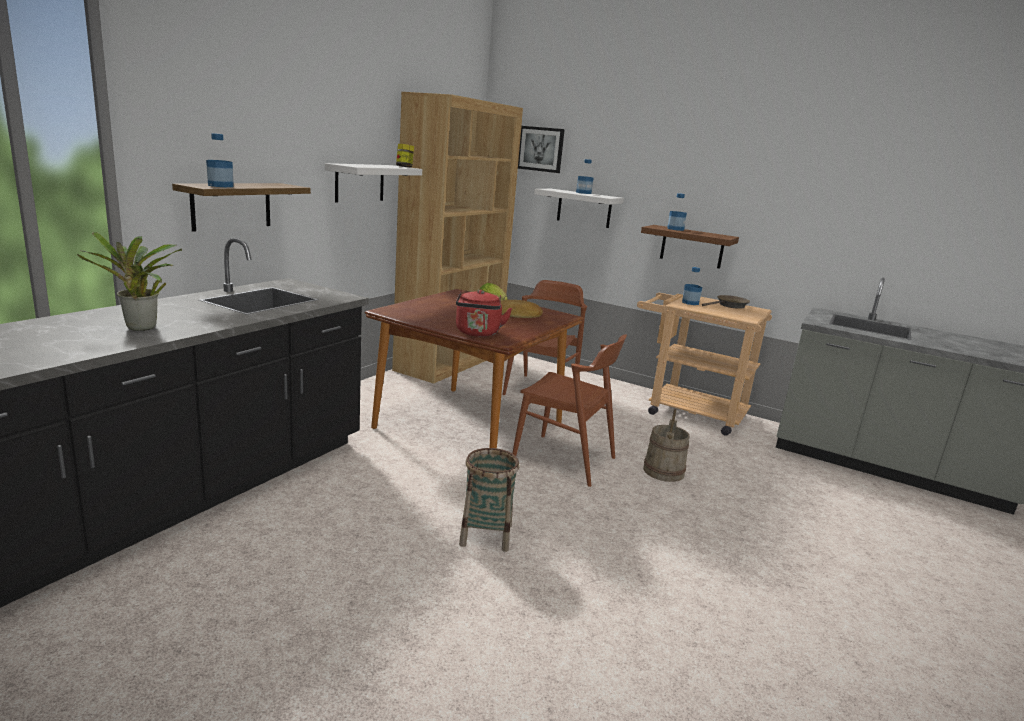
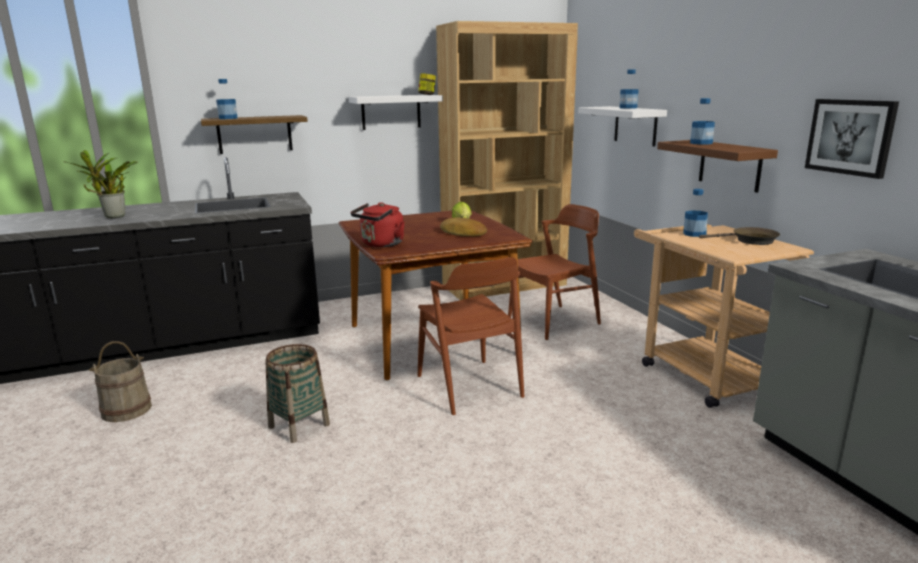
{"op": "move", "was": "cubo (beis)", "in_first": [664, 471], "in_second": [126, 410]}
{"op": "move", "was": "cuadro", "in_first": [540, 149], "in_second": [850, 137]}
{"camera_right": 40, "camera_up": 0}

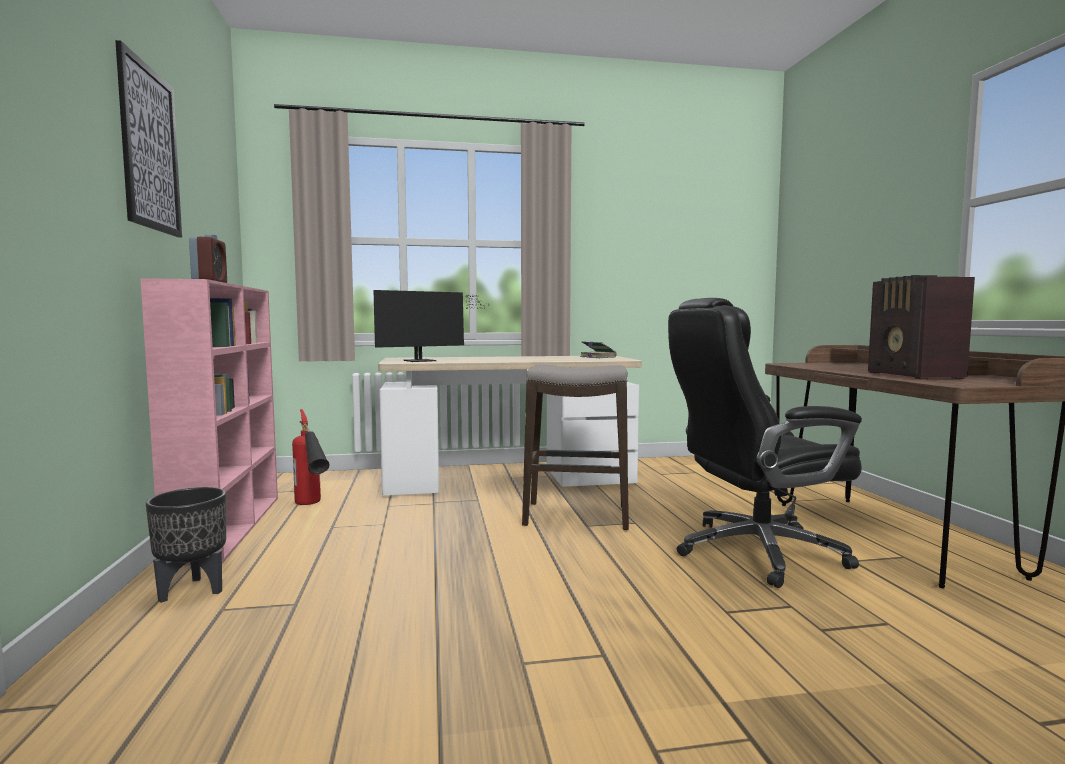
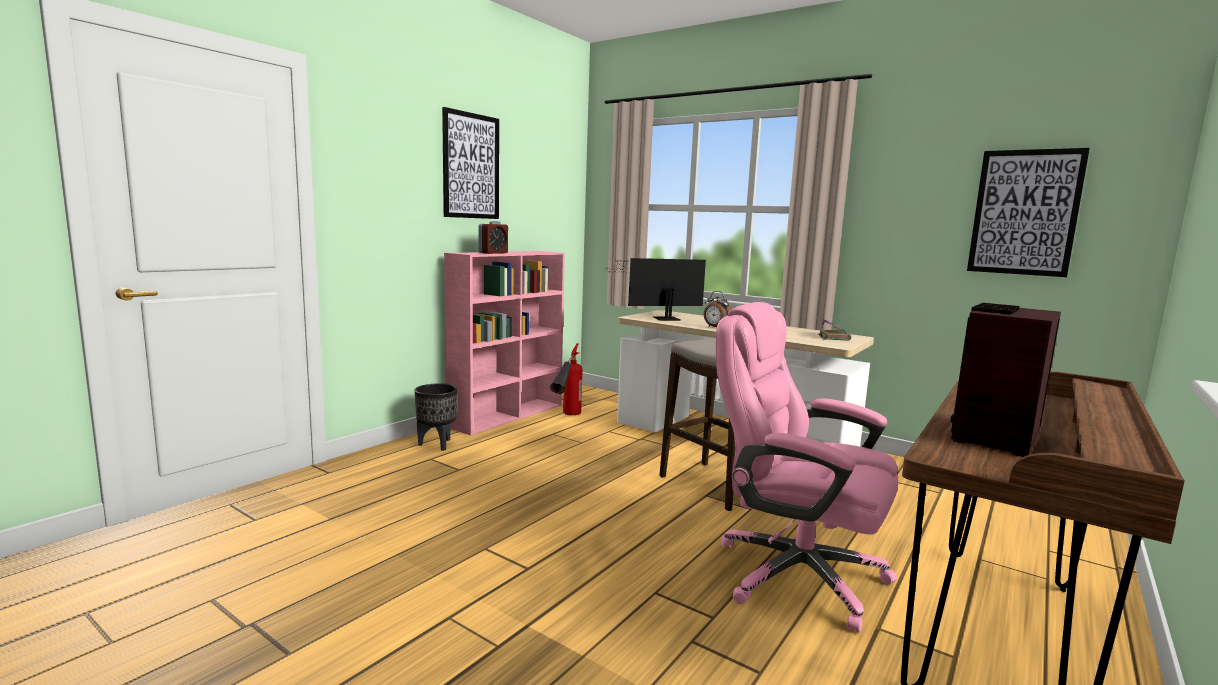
{"op": "rotate", "was": "monitor", "in_first": [424, 360], "in_second": [662, 318], "clockwise": 150}
{"op": "insert", "now": "despertador", "in_second": [715, 328]}
{"op": "recolor", "was": "silla de oficina (negro)", "now": "silla de oficina (rosa)", "in_first": [755, 552], "in_second": [795, 574]}
{"op": "insert", "now": "cuadro", "in_second": [1024, 212]}
{"camera_right": 45, "camera_up": 5}

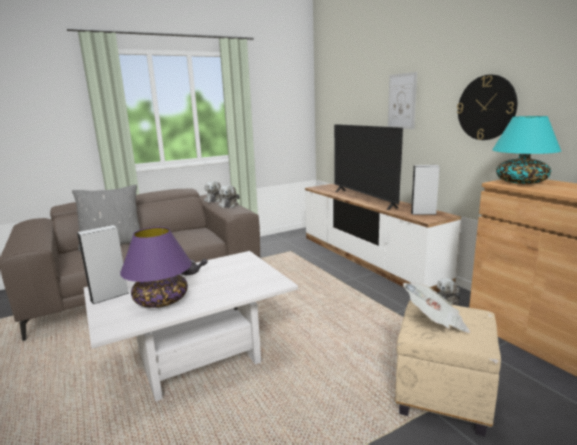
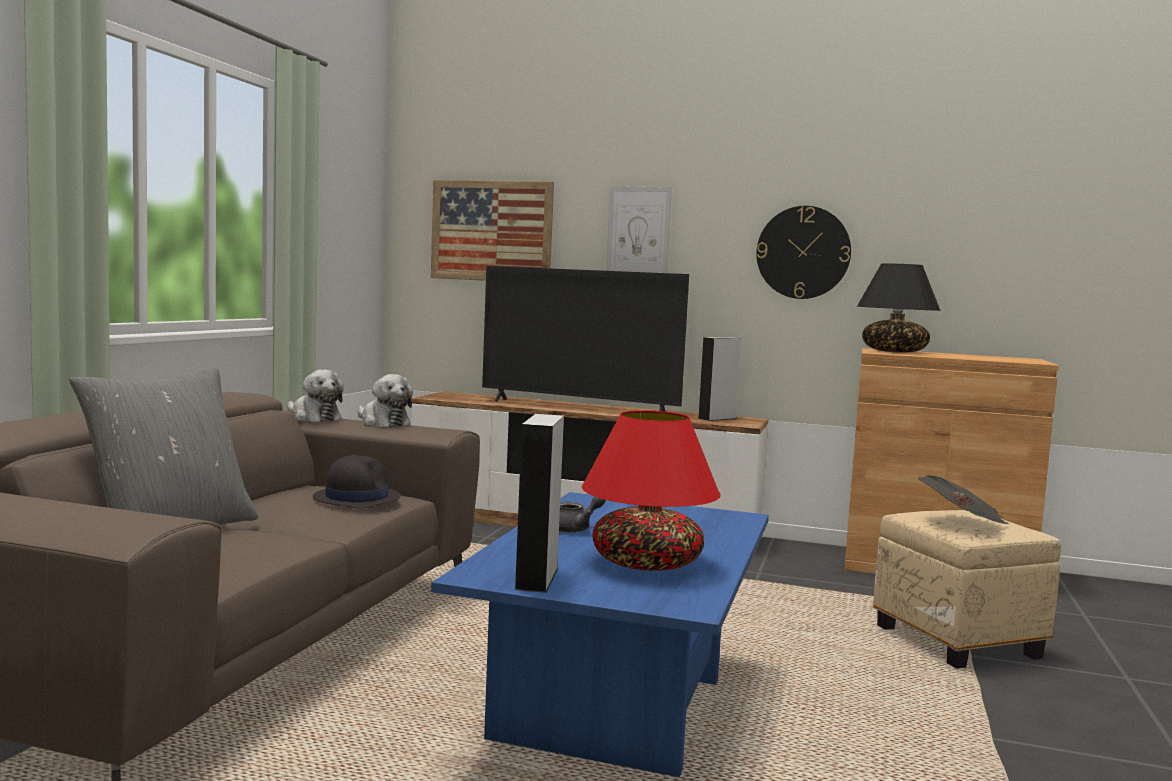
{"op": "insert", "now": "sombrero (negro)", "in_second": [356, 498]}
{"op": "insert", "now": "cuadro", "in_second": [491, 231]}
{"op": "recolor", "was": "mesa de centro (blanco)", "now": "mesa de centro (azul)", "in_first": [197, 359], "in_second": [617, 711]}
{"op": "recolor", "was": "lámpara de mesa (morado)", "now": "lámpara de mesa (rojo)", "in_first": [161, 300], "in_second": [645, 563]}
{"op": "recolor", "was": "lámpara de mesa (turquesa)", "now": "lámpara de mesa (negro)", "in_first": [520, 182], "in_second": [894, 352]}
{"op": "delete", "was": "peluche", "in_first": [448, 299]}
{"camera_right": -45, "camera_up": -10}

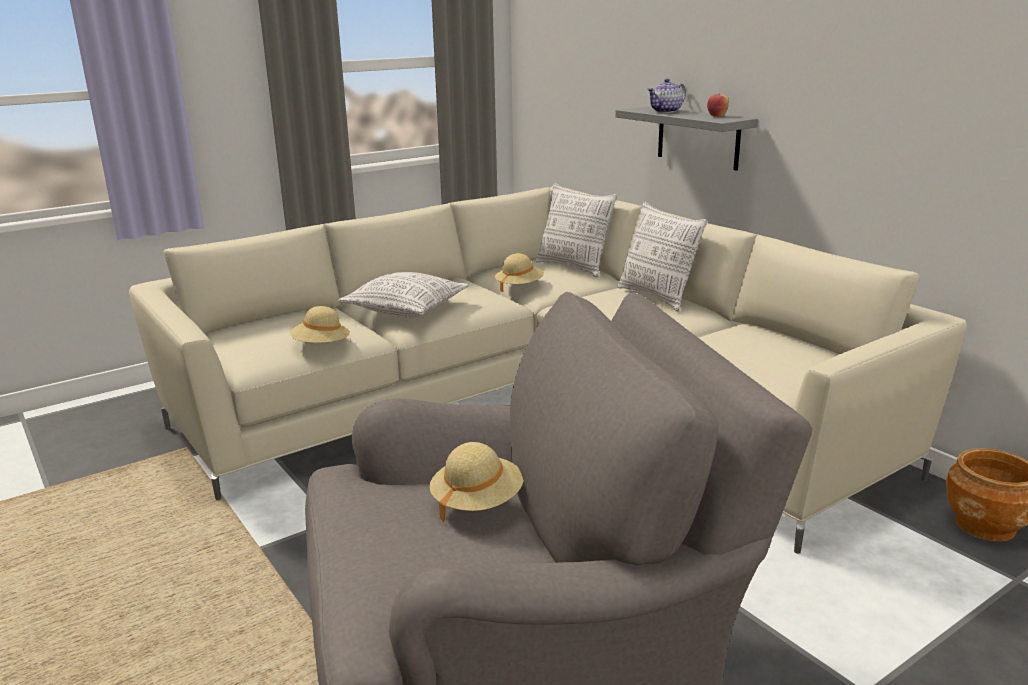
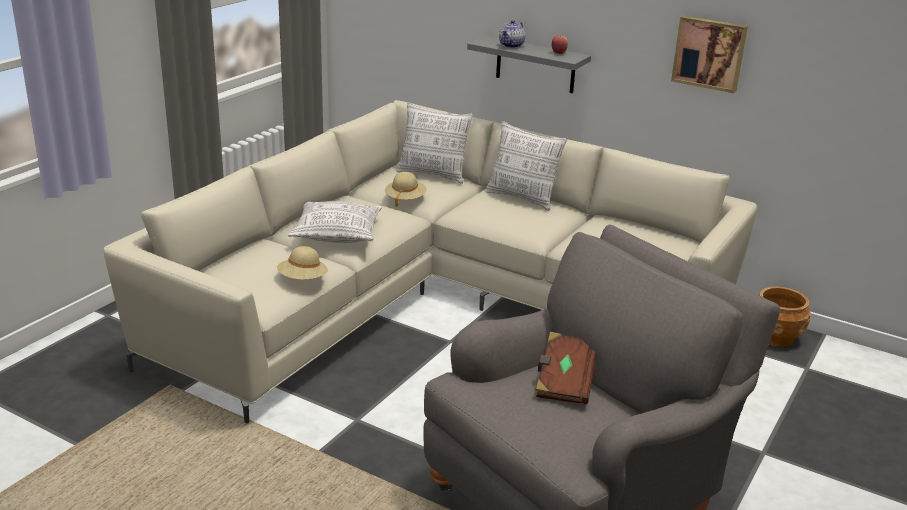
{"op": "replace", "was": "sombrero (beis)", "now": "libro (marrón)", "in_first": [477, 502], "in_second": [564, 382]}
{"op": "insert", "now": "cuadro", "in_second": [709, 53]}
{"camera_right": -25, "camera_up": 5}

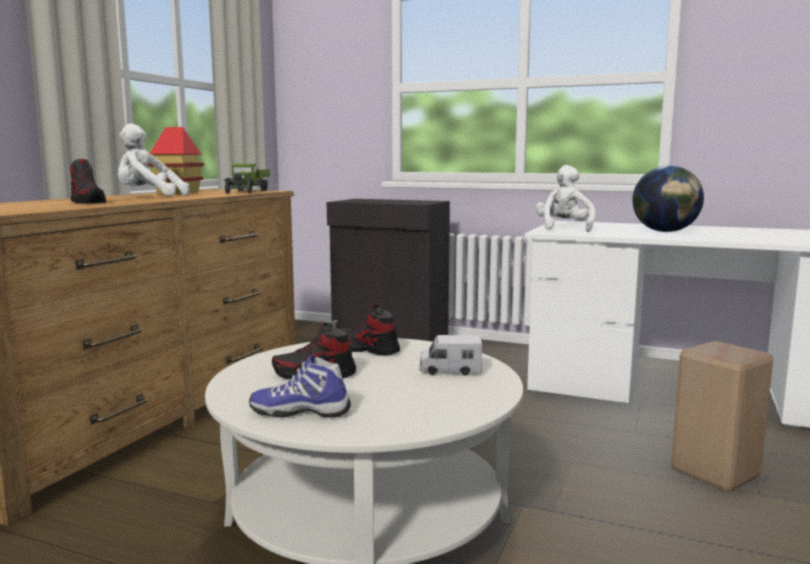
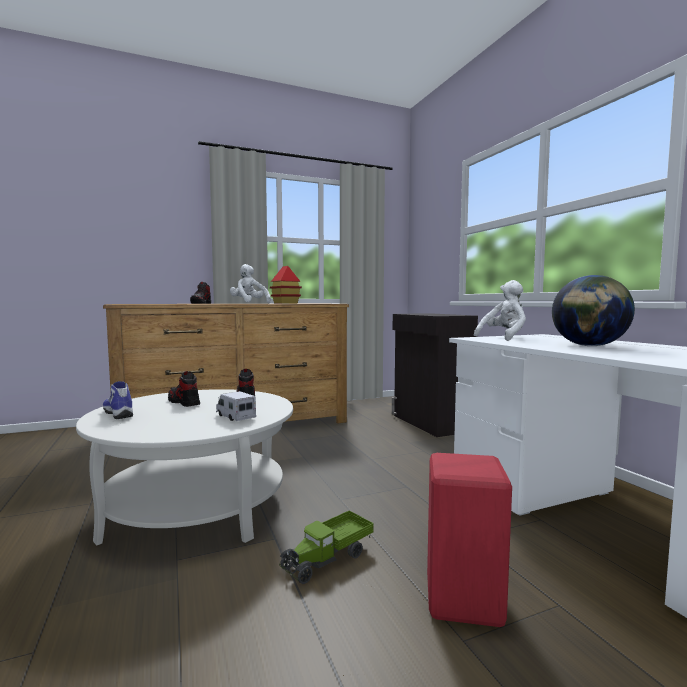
{"op": "move", "was": "camión de juguete", "in_first": [248, 191], "in_second": [328, 558]}
{"op": "recolor", "was": "taburete (beis)", "now": "taburete (rojo)", "in_first": [712, 473], "in_second": [461, 598]}
{"camera_right": 45, "camera_up": -5}

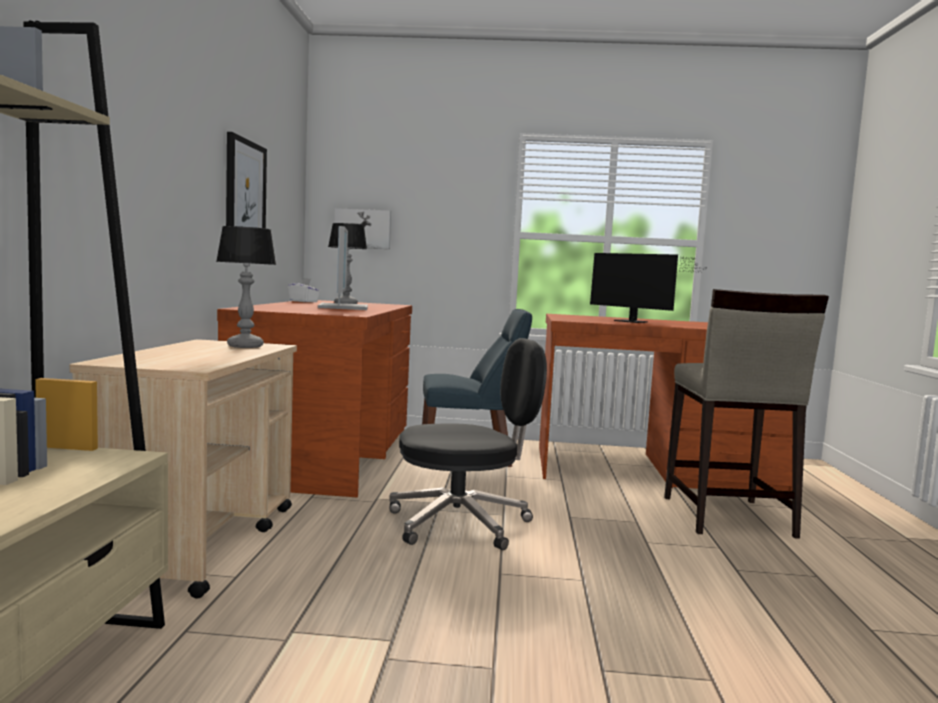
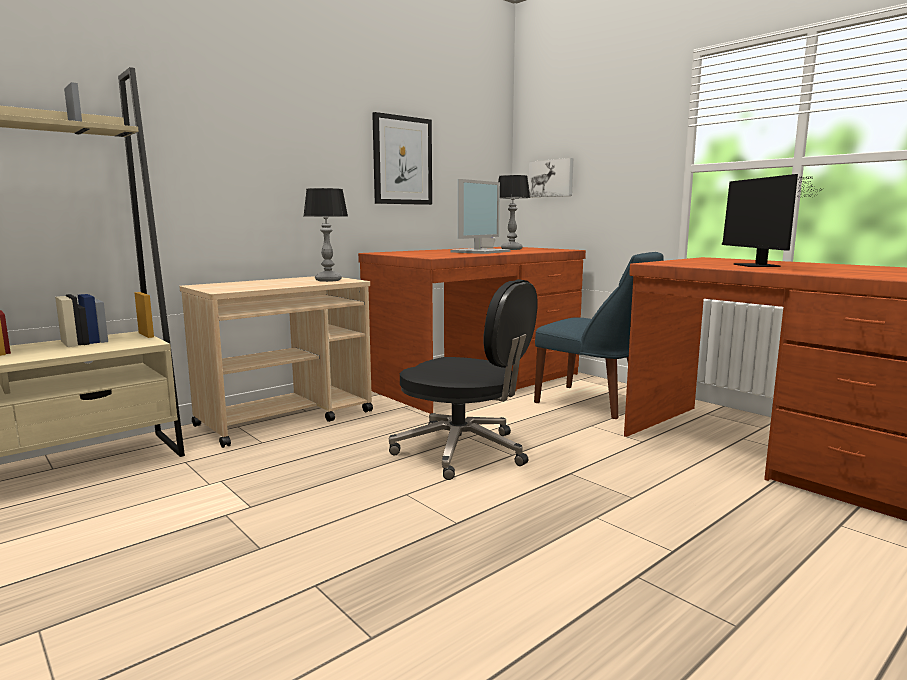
{"op": "delete", "was": "taburete (beis)", "in_first": [726, 517]}
{"camera_right": 45, "camera_up": 5}

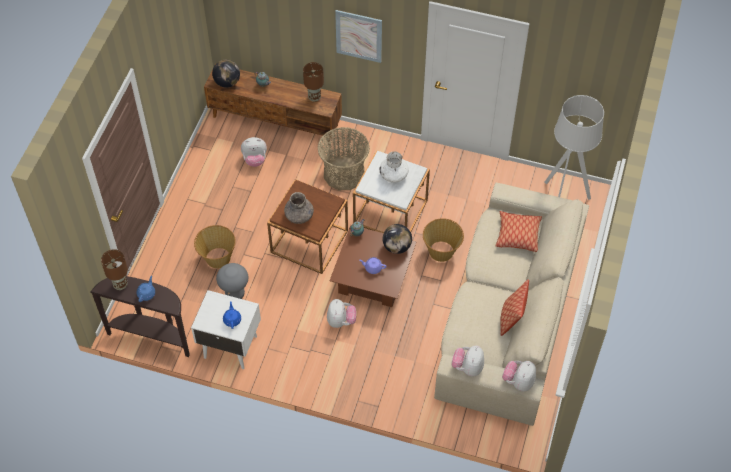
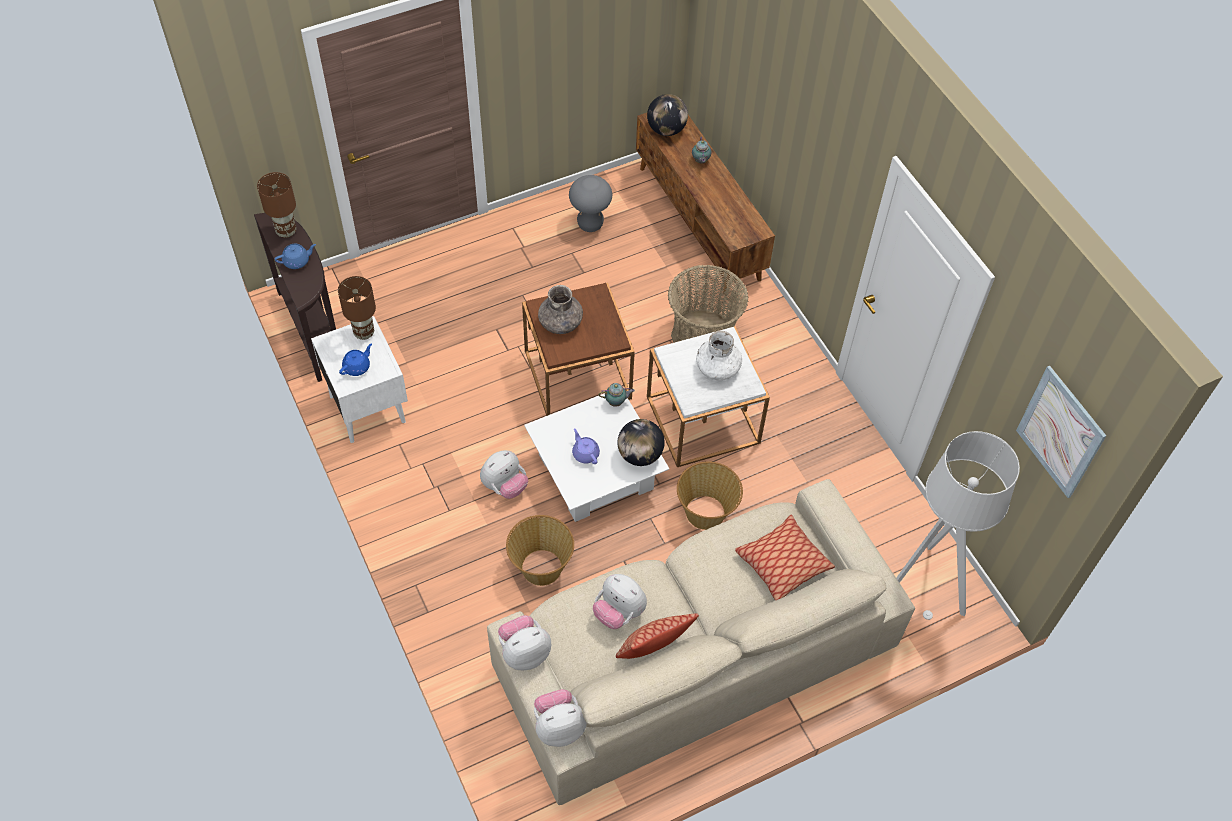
{"op": "move", "was": "lámpara de mesa (marrón)", "in_first": [314, 97], "in_second": [364, 333]}
{"op": "move", "was": "cesta", "in_first": [217, 258], "in_second": [541, 567]}
{"op": "recolor", "was": "mesa de centro (marrón)", "now": "mesa de centro (blanco)", "in_first": [373, 277], "in_second": [595, 472]}
{"op": "move", "was": "taburete (gris)", "in_first": [235, 294], "in_second": [590, 224]}
{"op": "move", "was": "peluche", "in_first": [255, 159], "in_second": [619, 612]}
{"op": "move", "was": "cuadro", "in_first": [359, 36], "in_second": [1060, 432]}
{"camera_right": 45, "camera_up": 0}

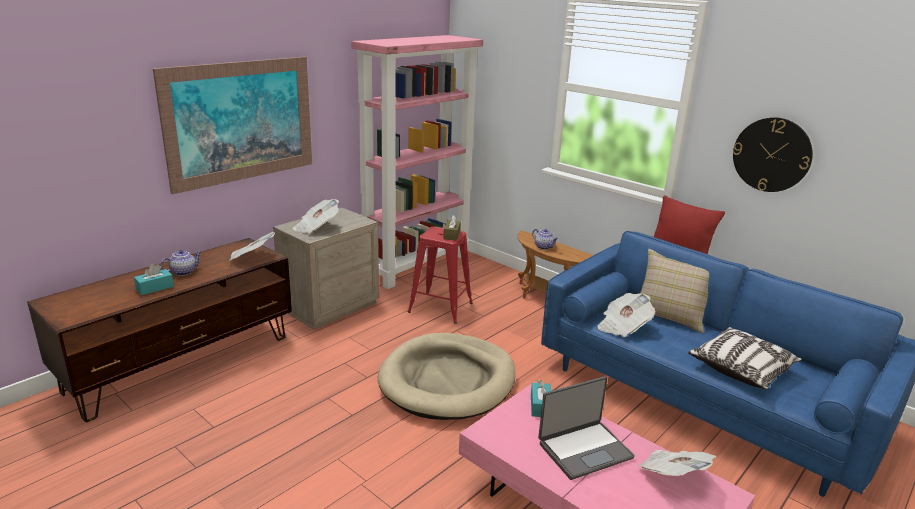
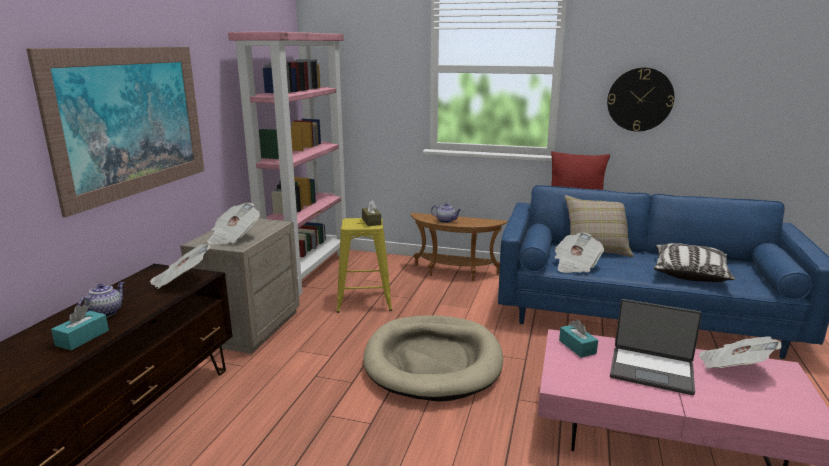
{"op": "recolor", "was": "taburete (rojo)", "now": "taburete (amarillo)", "in_first": [440, 308], "in_second": [364, 301]}
{"op": "rotate", "was": "portátil", "in_first": [584, 449], "in_second": [651, 370], "clockwise": 75}
{"camera_right": -25, "camera_up": -5}

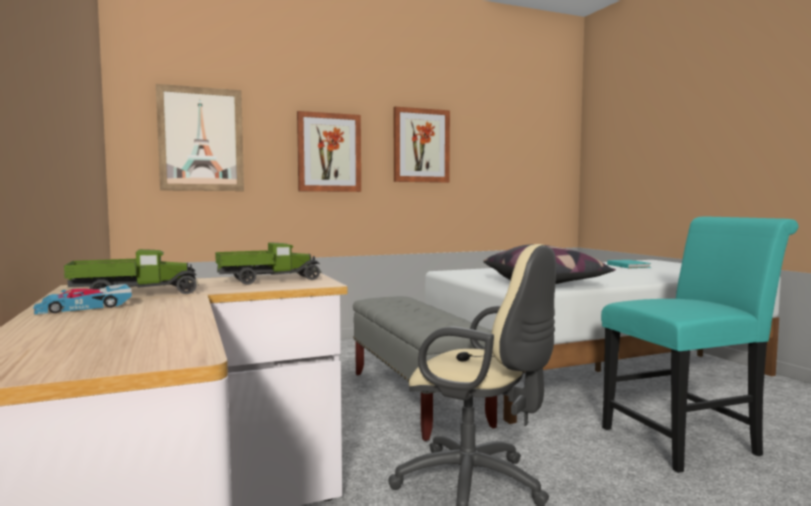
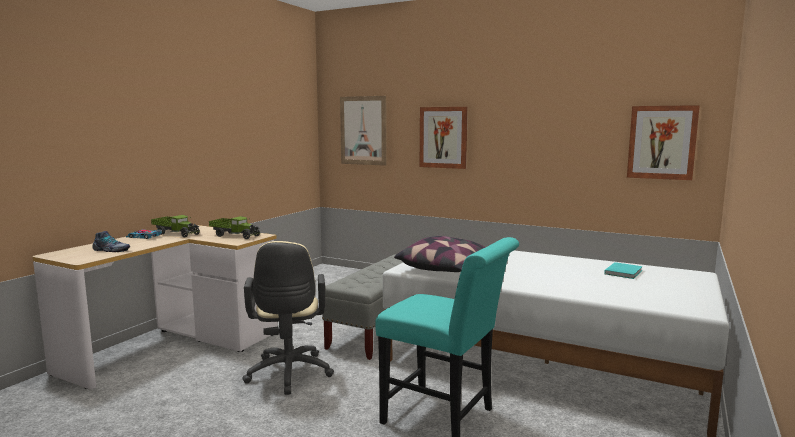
{"op": "insert", "now": "zapato", "in_second": [111, 250]}
{"op": "move", "was": "cuadro", "in_first": [421, 145], "in_second": [661, 142]}
{"camera_right": 50, "camera_up": 5}

